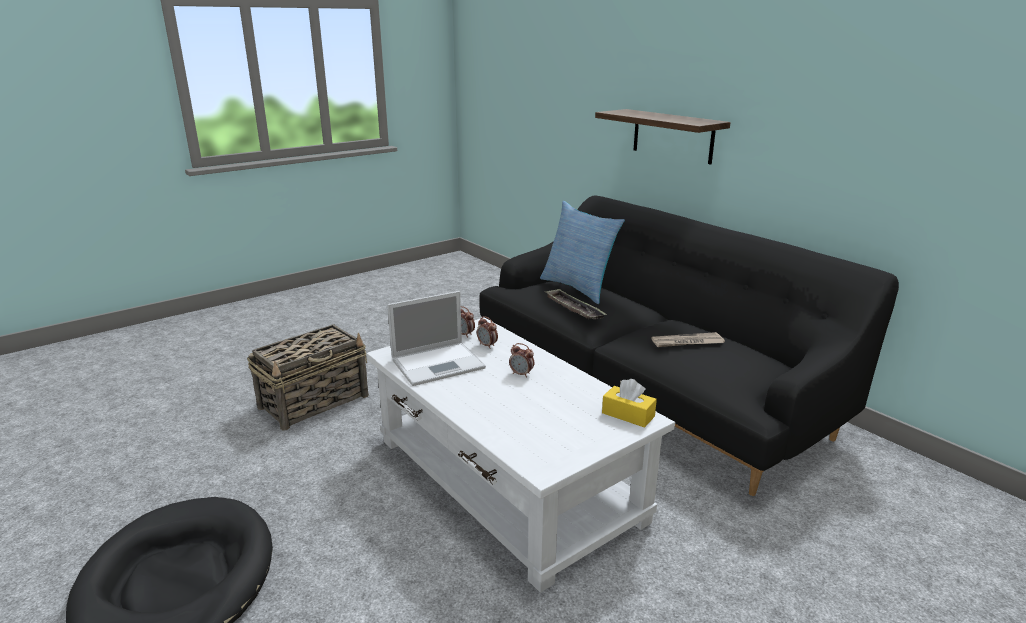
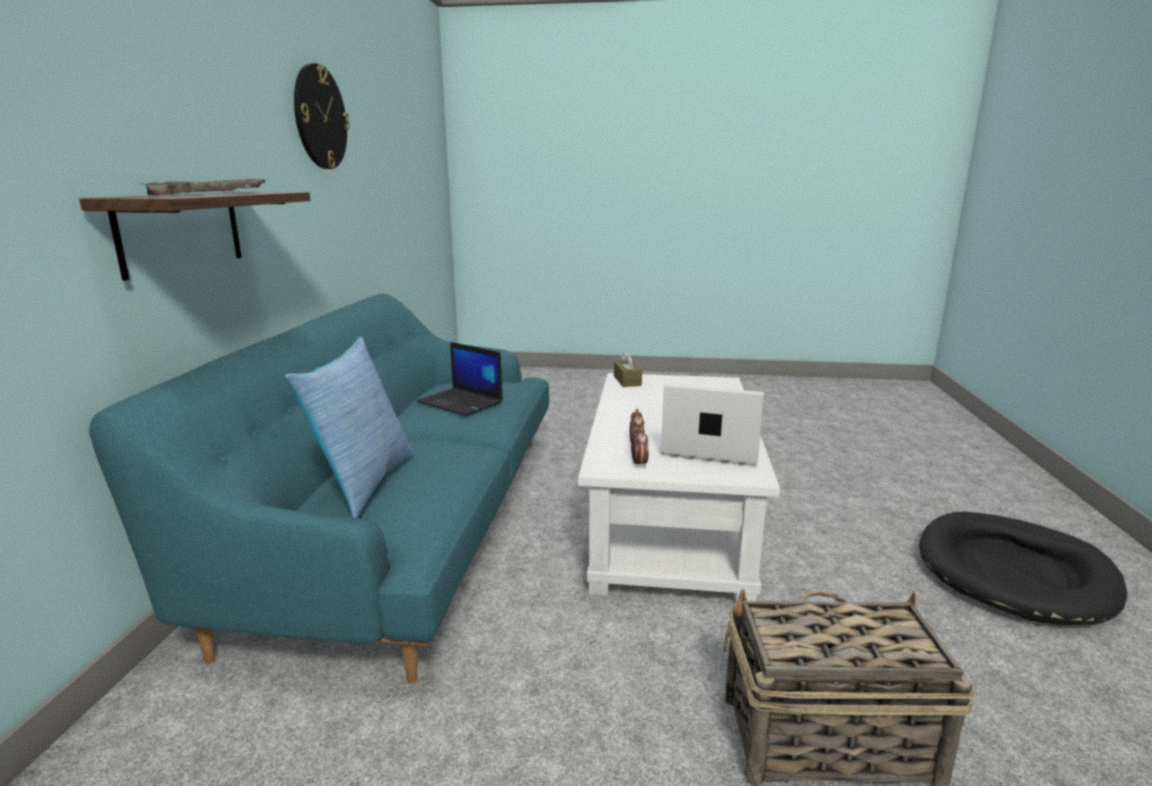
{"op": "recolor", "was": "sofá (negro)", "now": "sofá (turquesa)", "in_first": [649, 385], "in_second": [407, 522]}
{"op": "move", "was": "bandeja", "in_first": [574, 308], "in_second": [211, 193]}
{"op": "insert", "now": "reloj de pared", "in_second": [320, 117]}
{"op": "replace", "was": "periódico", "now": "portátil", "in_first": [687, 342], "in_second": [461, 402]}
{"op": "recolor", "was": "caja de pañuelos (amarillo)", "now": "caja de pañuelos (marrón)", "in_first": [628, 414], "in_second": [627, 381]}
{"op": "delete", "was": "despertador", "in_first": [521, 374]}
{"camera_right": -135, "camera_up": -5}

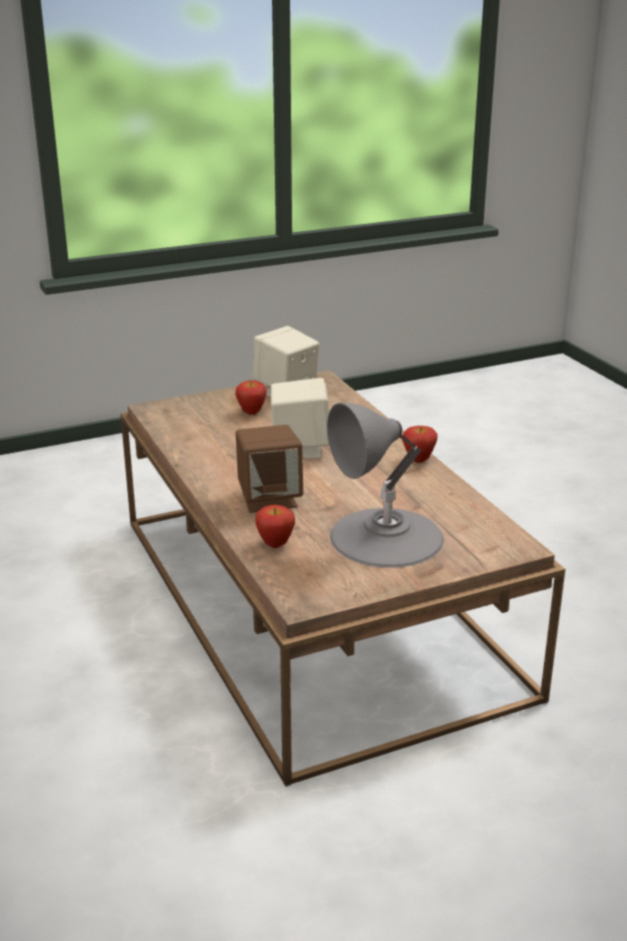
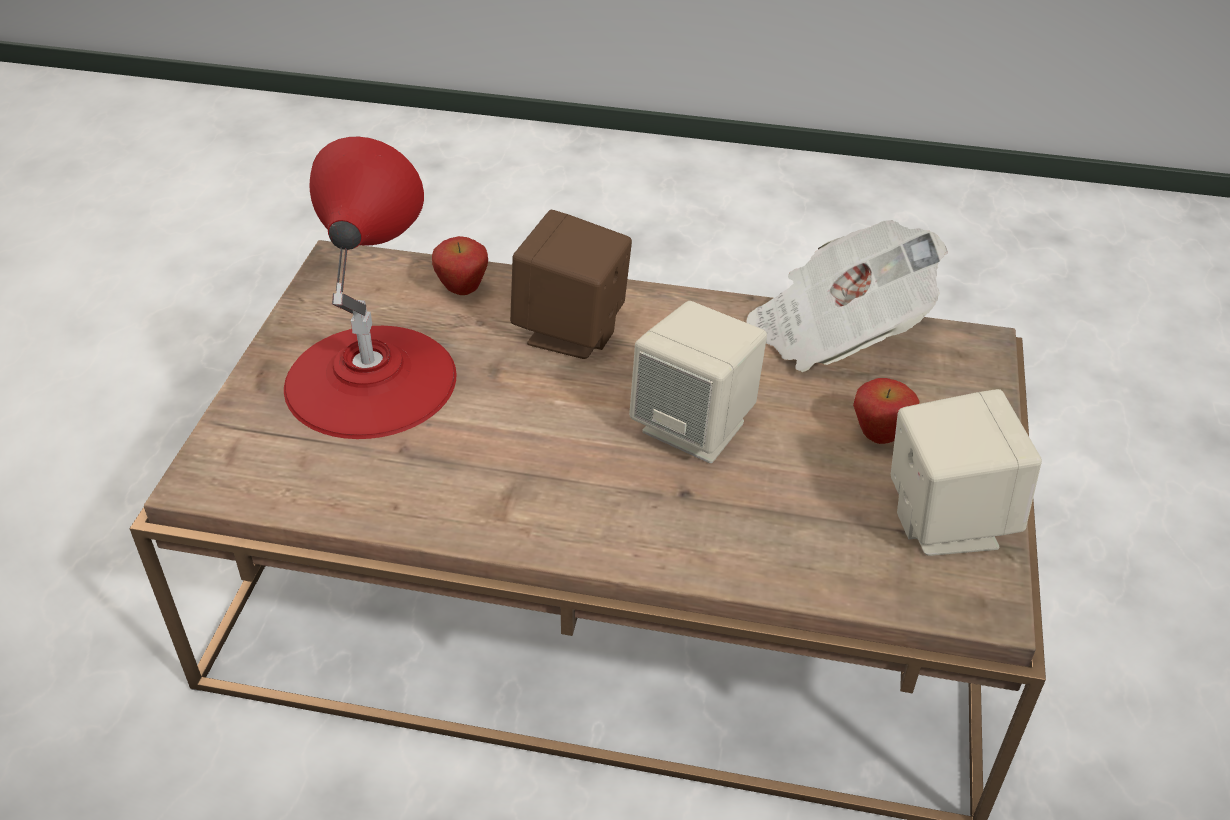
{"op": "recolor", "was": "lámpara de mesa (gris)", "now": "lámpara de mesa (rojo)", "in_first": [386, 537], "in_second": [370, 379]}
{"op": "insert", "now": "periódico", "in_second": [836, 332]}
{"op": "delete", "was": "manzana", "in_first": [418, 460]}
{"camera_right": 125, "camera_up": 15}

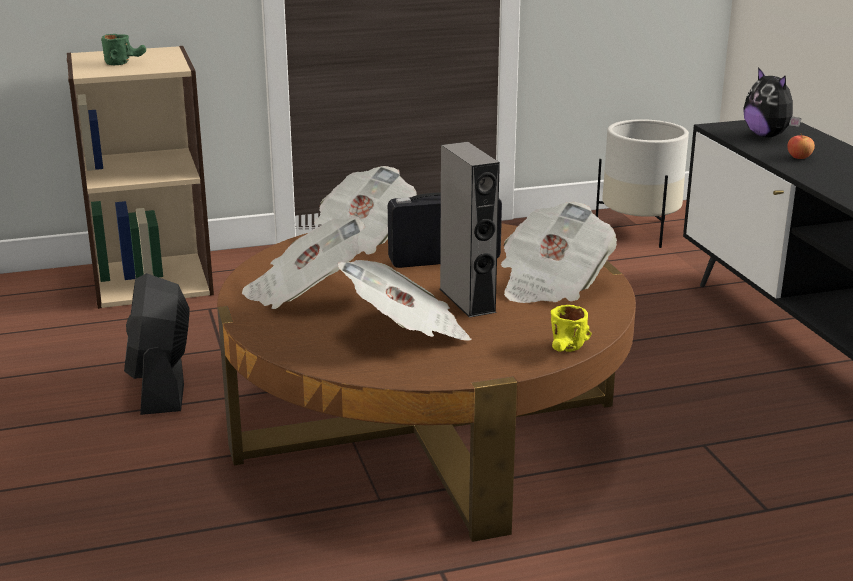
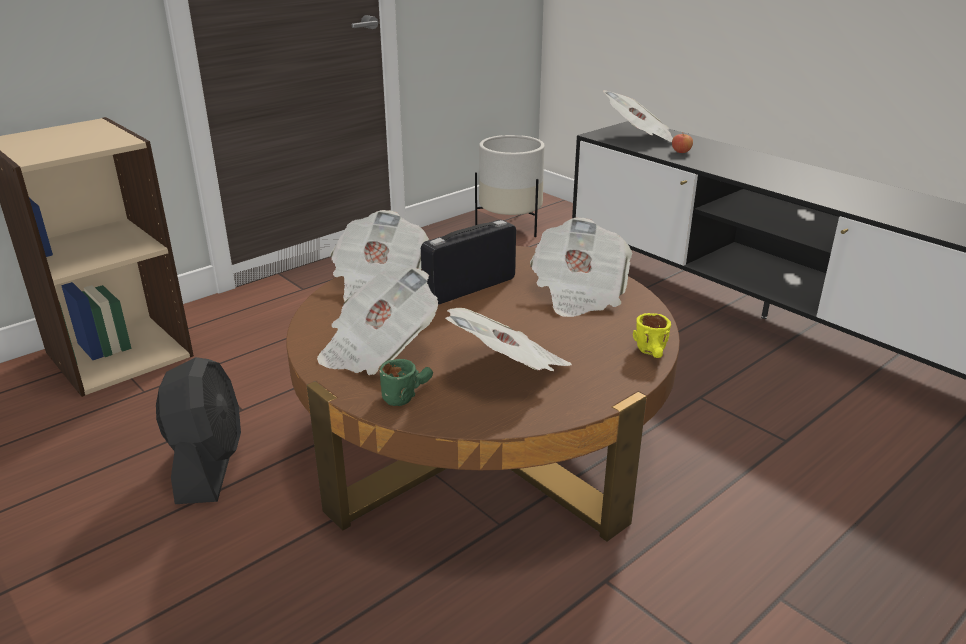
{"op": "rotate", "was": "ventilador (negro)", "in_first": [161, 386], "in_second": [208, 465], "clockwise": -150}
{"op": "move", "was": "taza grande (verde)", "in_first": [125, 62], "in_second": [406, 394]}
{"op": "replace", "was": "peluche", "now": "periódico", "in_first": [767, 136], "in_second": [639, 137]}
{"op": "delete", "was": "altavoz (gris)", "in_first": [467, 300]}
{"camera_right": -25, "camera_up": 5}

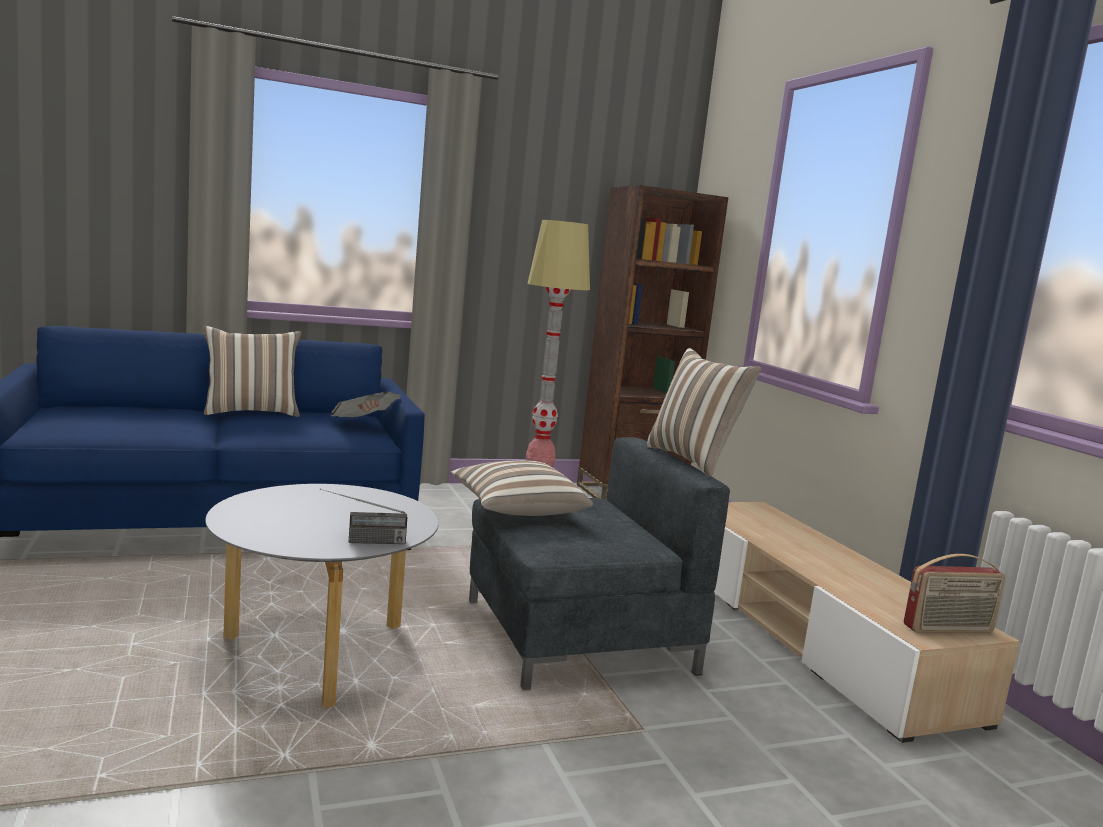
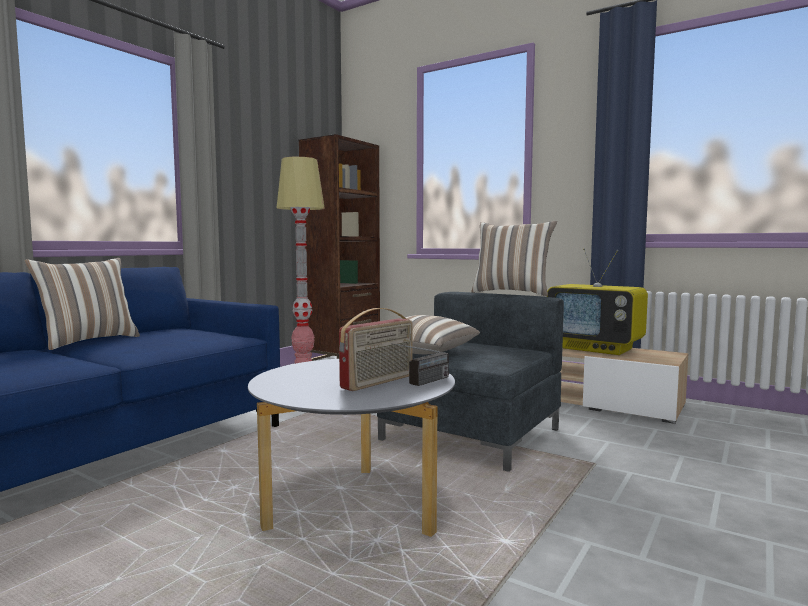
{"op": "move", "was": "radio", "in_first": [949, 629], "in_second": [378, 382]}
{"op": "insert", "now": "televisor", "in_second": [596, 348]}
{"op": "delete", "was": "periódico", "in_first": [364, 424]}
{"camera_right": -35, "camera_up": -5}

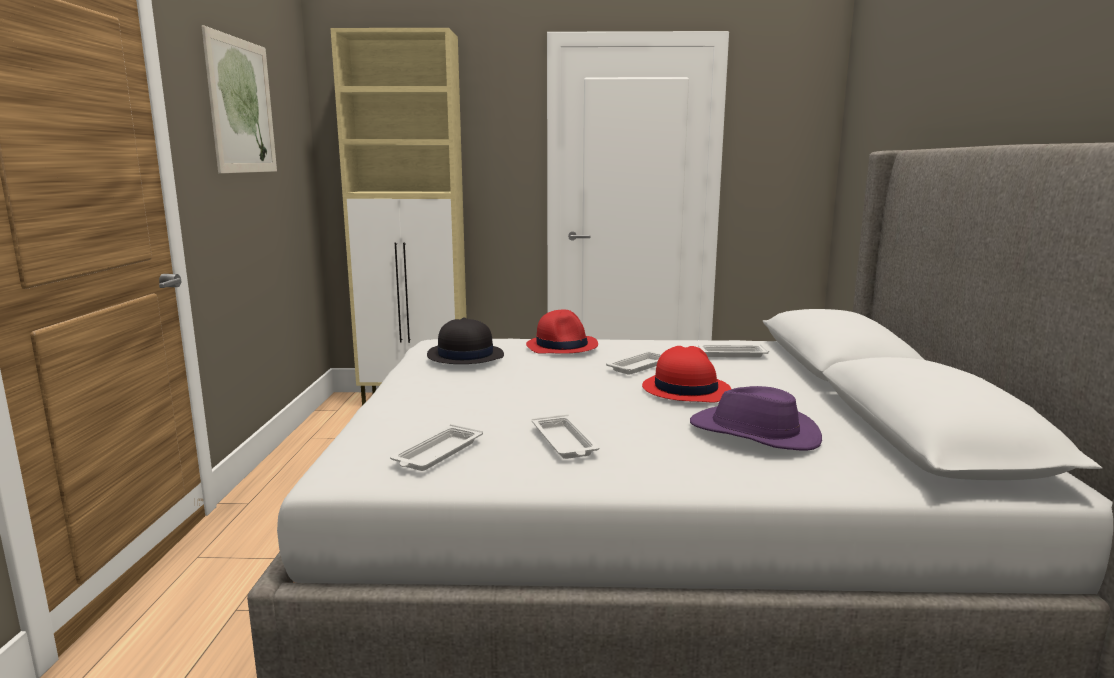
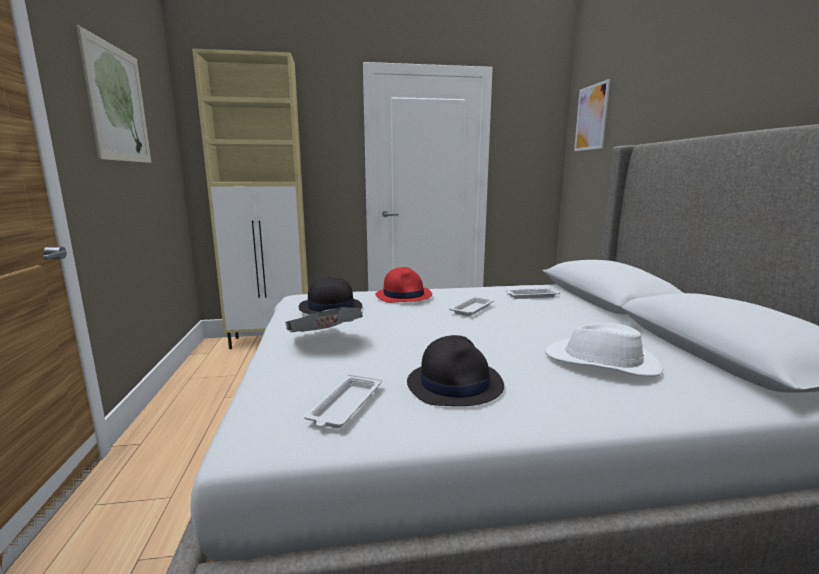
{"op": "insert", "now": "periódico", "in_second": [325, 341]}
{"op": "replace", "was": "bandeja (blanco)", "now": "sombrero (negro)", "in_first": [564, 442], "in_second": [455, 384]}
{"op": "recolor", "was": "sombrero (morado)", "now": "sombrero (blanco)", "in_first": [754, 433], "in_second": [602, 362]}
{"op": "insert", "now": "cuadro", "in_second": [591, 117]}
{"op": "delete", "was": "sombrero (rojo)", "in_first": [685, 389]}
{"camera_right": -10, "camera_up": 0}

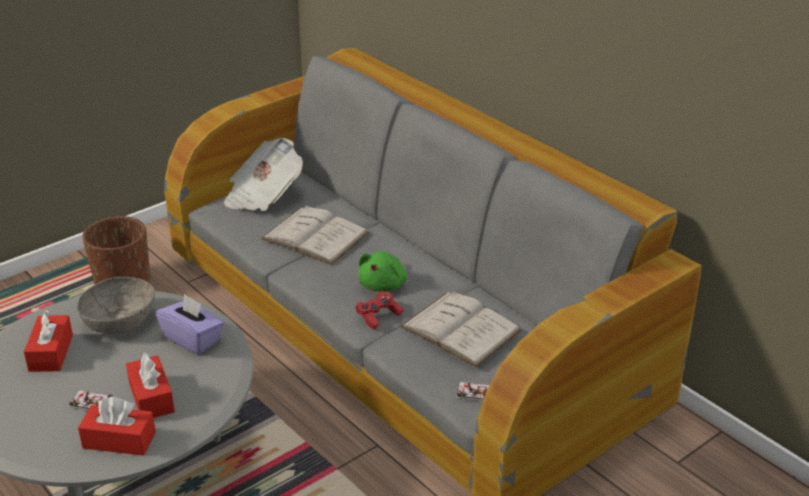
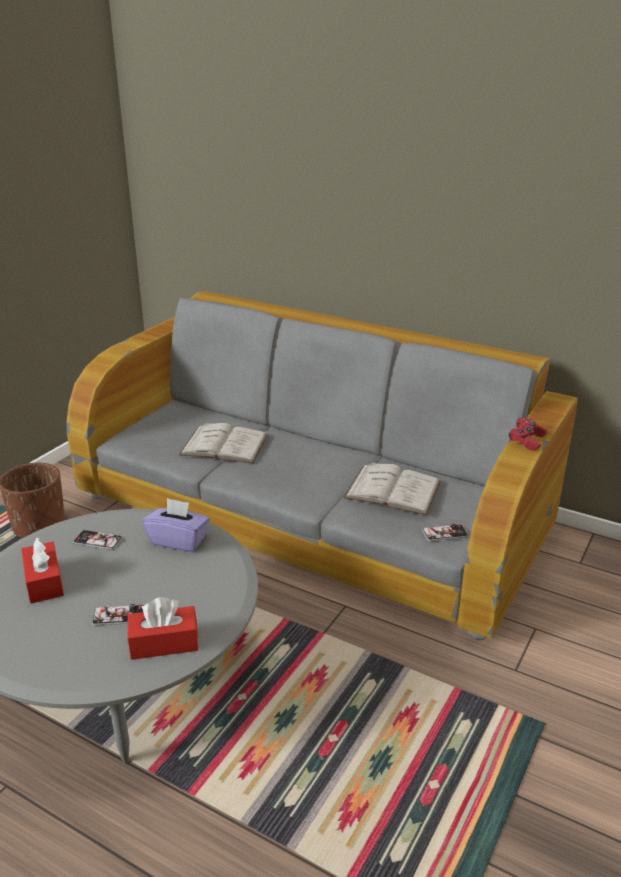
{"op": "replace", "was": "cuenco (gris)", "now": "móvil", "in_first": [119, 321], "in_second": [98, 541]}
{"op": "move", "was": "mando de consola (rojo)", "in_first": [378, 316], "in_second": [527, 440]}
{"op": "delete", "was": "caja de pañuelos (rojo)", "in_first": [151, 397]}
{"op": "delete", "was": "periódico", "in_first": [262, 194]}
{"op": "delete", "was": "peluche (verde)", "in_first": [383, 285]}
{"camera_right": -20, "camera_up": -5}

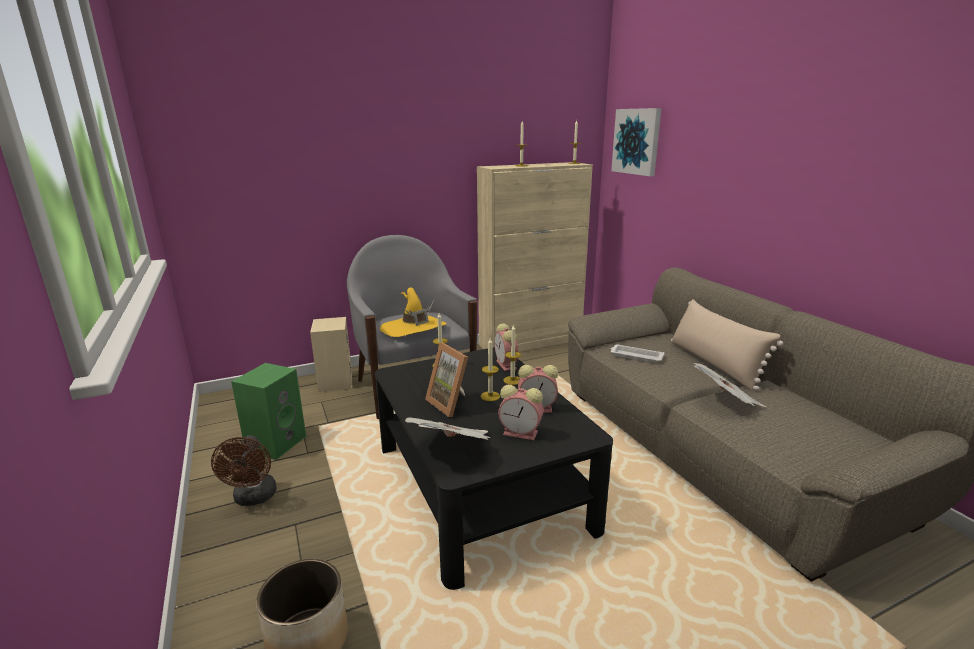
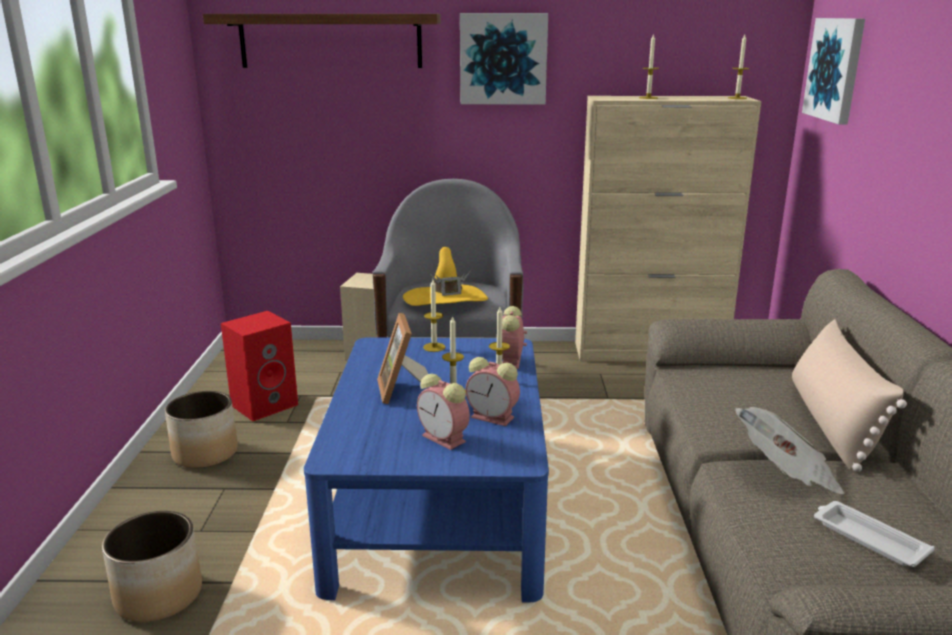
{"op": "replace", "was": "ventilador (marrón)", "now": "maceta", "in_first": [254, 498], "in_second": [206, 453]}
{"op": "insert", "now": "estante", "in_second": [330, 40]}
{"op": "recolor", "was": "altavoz (verde)", "now": "altavoz (rojo)", "in_first": [276, 442], "in_second": [265, 404]}
{"op": "recolor", "was": "mesa de centro (negro)", "now": "mesa de centro (azul)", "in_first": [481, 486], "in_second": [439, 506]}
{"op": "insert", "now": "cuadro", "in_second": [503, 59]}
{"op": "move", "was": "bandeja (blanco)", "in_first": [635, 356], "in_second": [867, 538]}
{"op": "delete", "was": "periódico", "in_first": [453, 448]}
{"camera_right": 25, "camera_up": 0}

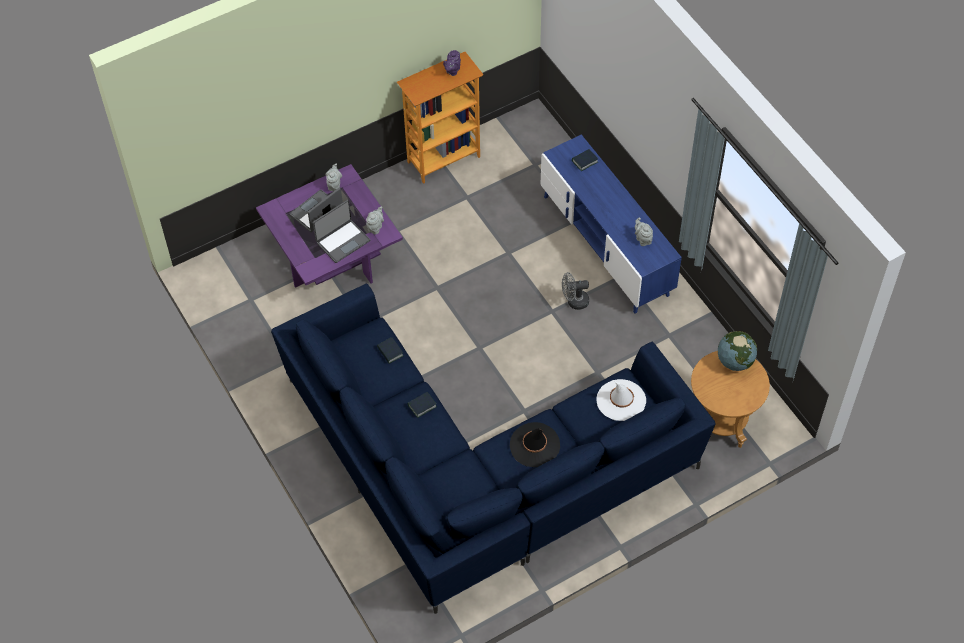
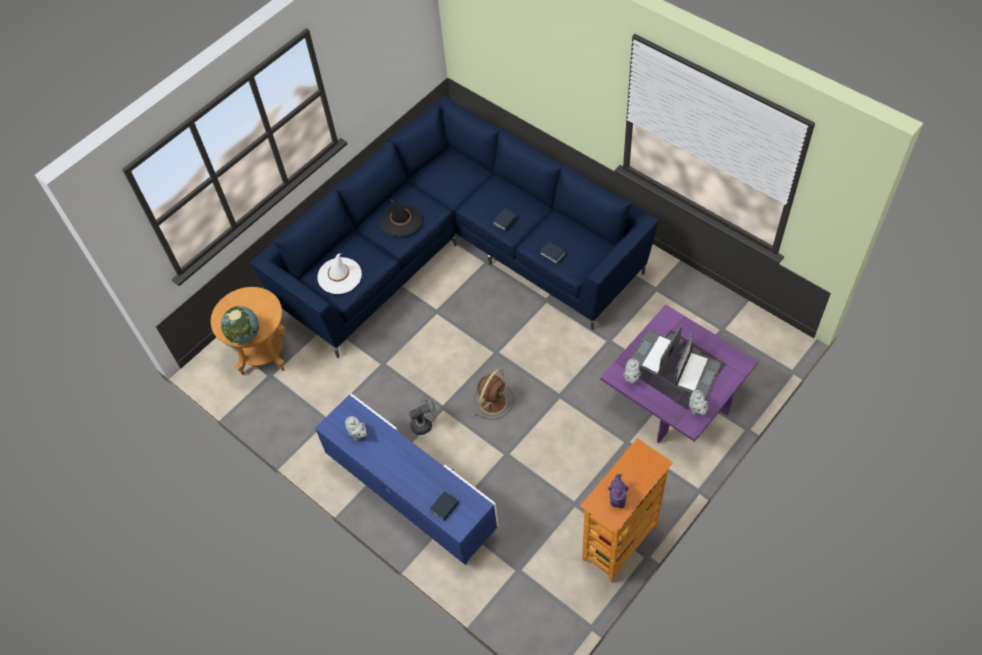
{"op": "insert", "now": "ventilador (marrón)", "in_second": [493, 400]}
{"camera_right": 165, "camera_up": 0}

